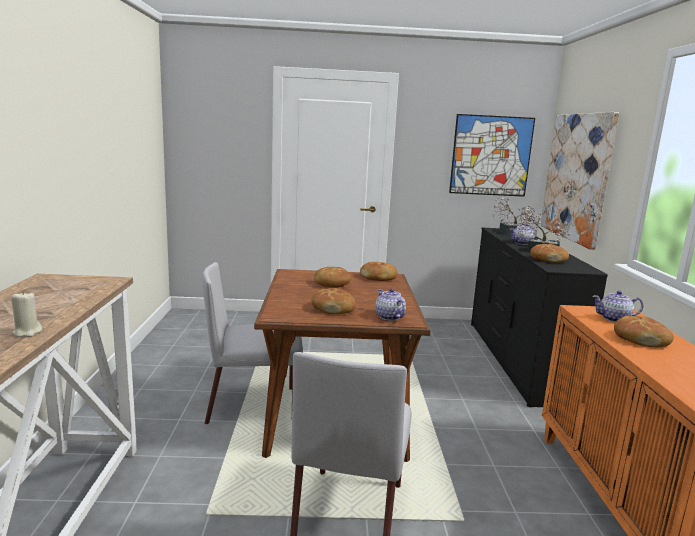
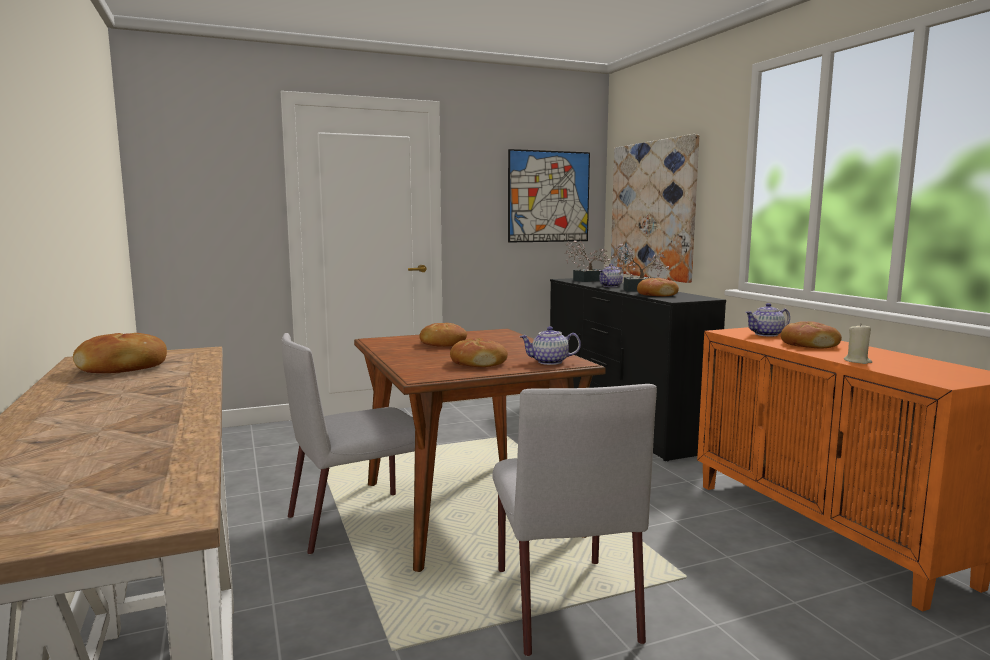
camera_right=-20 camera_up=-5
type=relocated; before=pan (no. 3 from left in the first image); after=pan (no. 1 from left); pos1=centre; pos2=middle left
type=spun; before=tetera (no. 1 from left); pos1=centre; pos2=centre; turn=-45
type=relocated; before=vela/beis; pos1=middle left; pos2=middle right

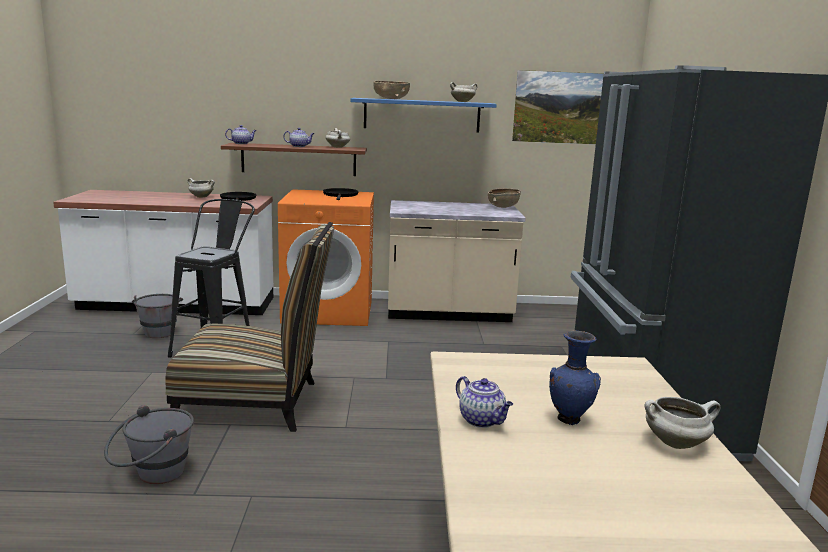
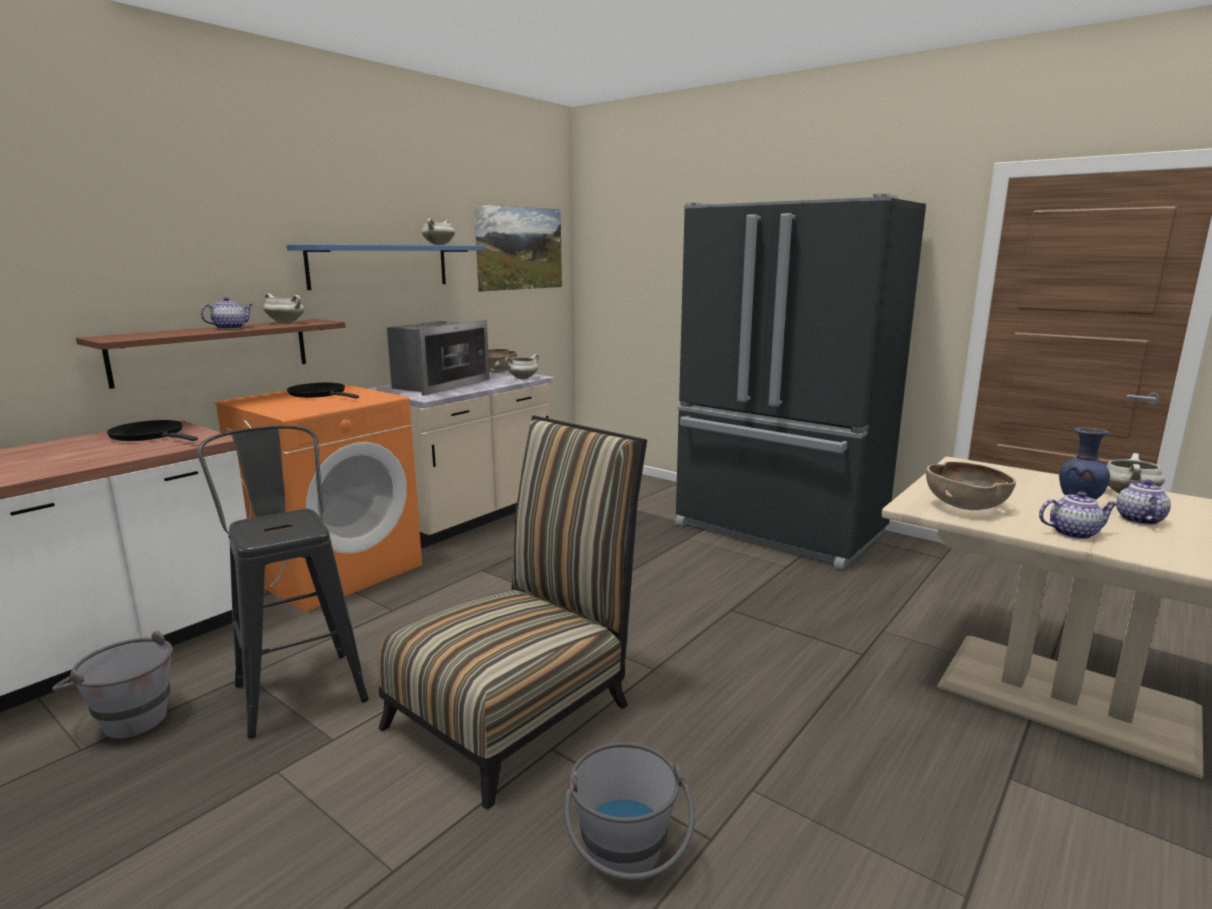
camera_right=-50 camera_up=0
type=appeared; after=microondas; pos2=centre
type=relocated; before=olla/blanco (no. 1 from left in the first image); after=olla/blanco (no. 3 from left); pos1=middle left; pos2=centre
type=relocated; before=cuenco/marrón (no. 1 from left in the first image); after=cuenco/marrón (no. 2 from left); pos1=top centre; pos2=middle right
type=relocated; before=tetera (no. 1 from left in the first image); after=tetera (no. 3 from left); pos1=top left; pos2=middle right

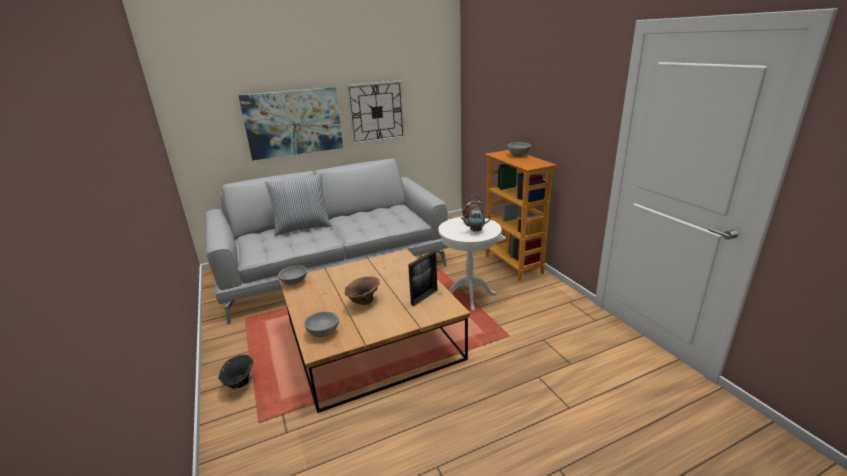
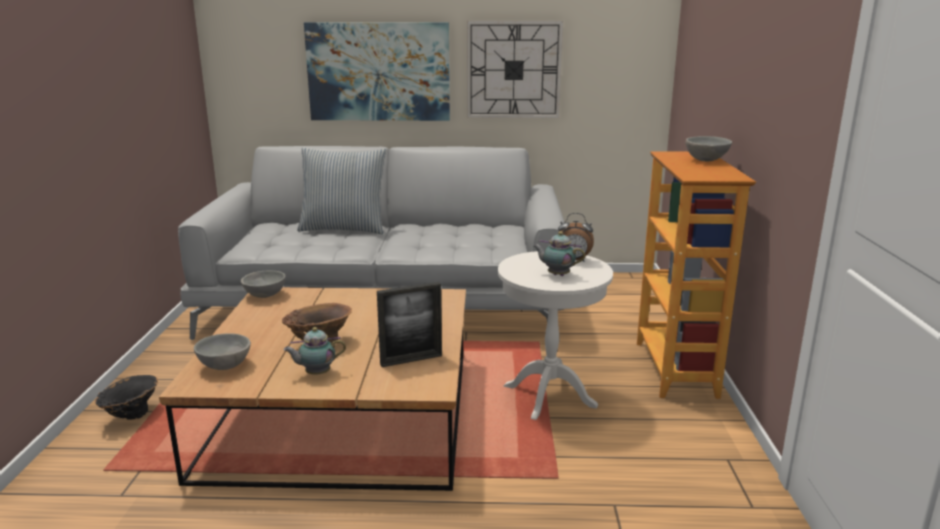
camera_right=25 camera_up=-5
type=appeared; after=tetera (no. 1 from left); pos2=centre

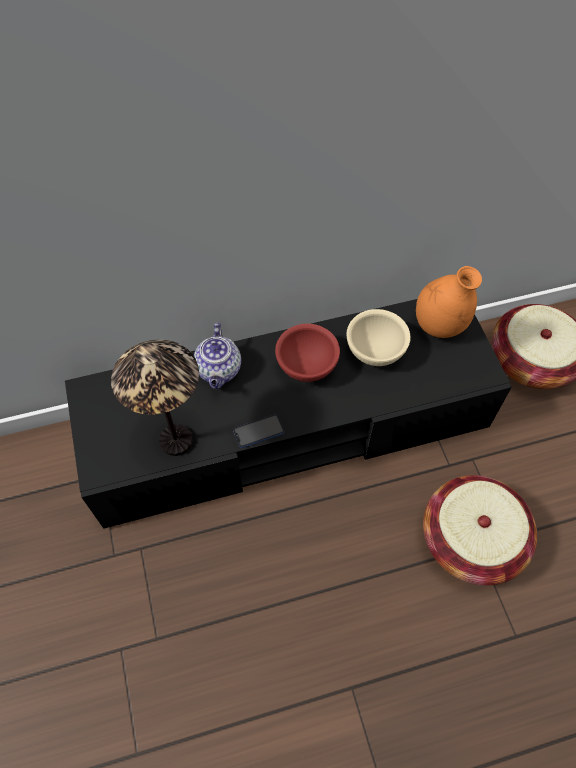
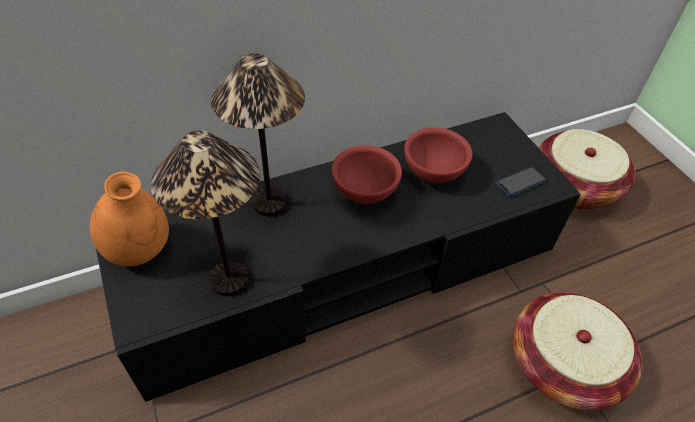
camera_right=-10 camera_up=-10
type=relocated; before=florero/naranja; pos1=middle right; pos2=middle left
type=exchanged; before=tetera; after=lámpara de mesa (no. 2 from left); pos1=centre; pos2=top centre
type=colour; before=cuenco/beis; after=cuenco/rojo (no. 2 from left); pos1=centre; pos2=centre
type=relocated; before=móvil; pos1=centre; pos2=middle right

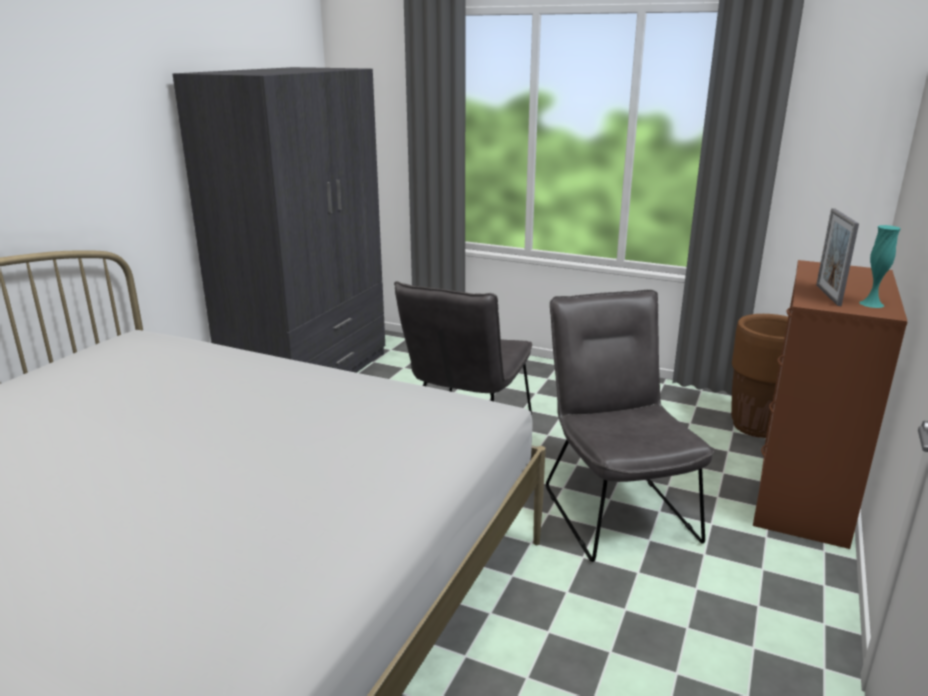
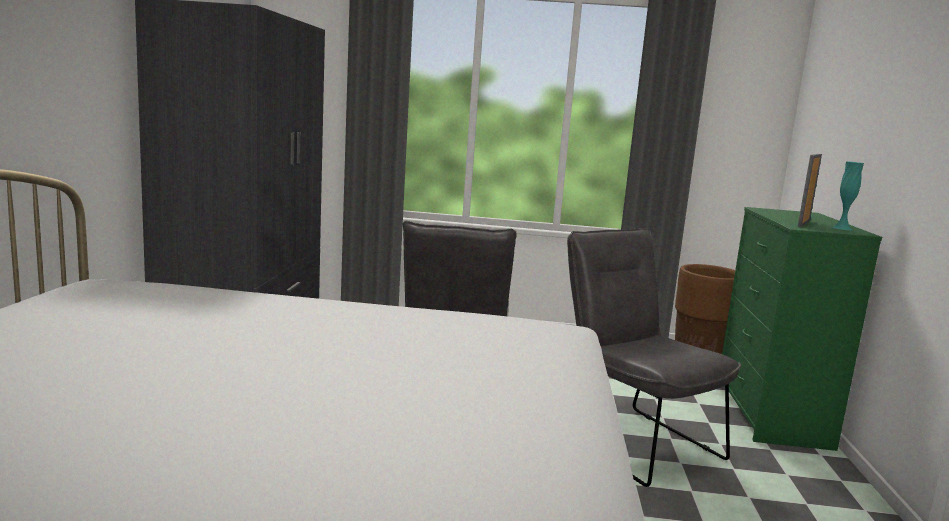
camera_right=-20 camera_up=-10
type=colour; before=cómoda/marrón; after=cómoda/verde; pos1=middle right; pos2=middle right
type=spun; before=portarretratos; pos1=middle right; pos2=middle right; turn=45

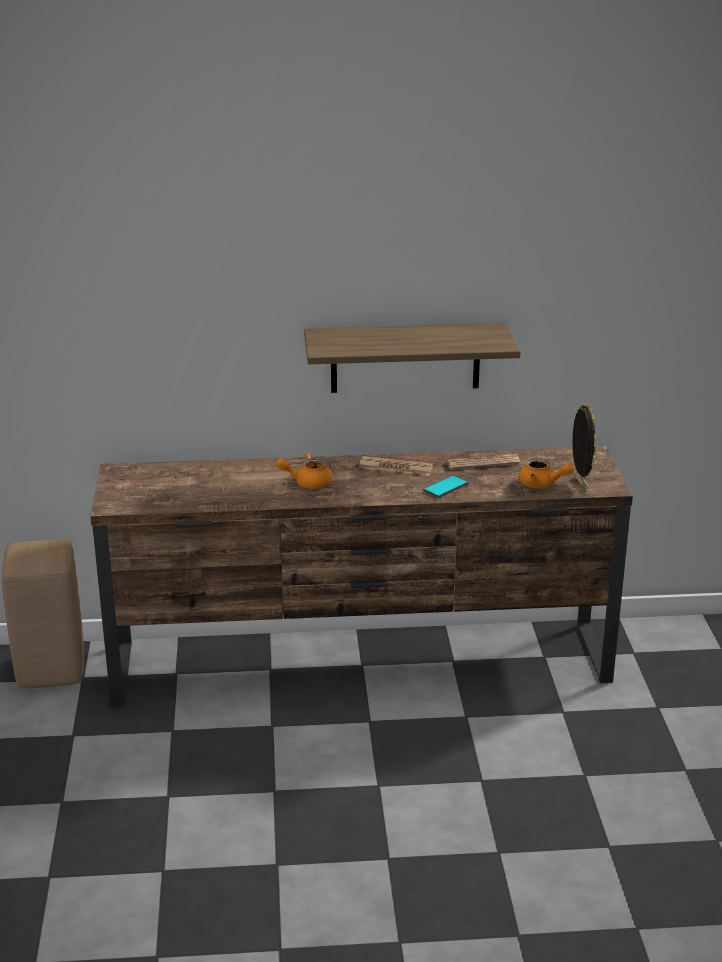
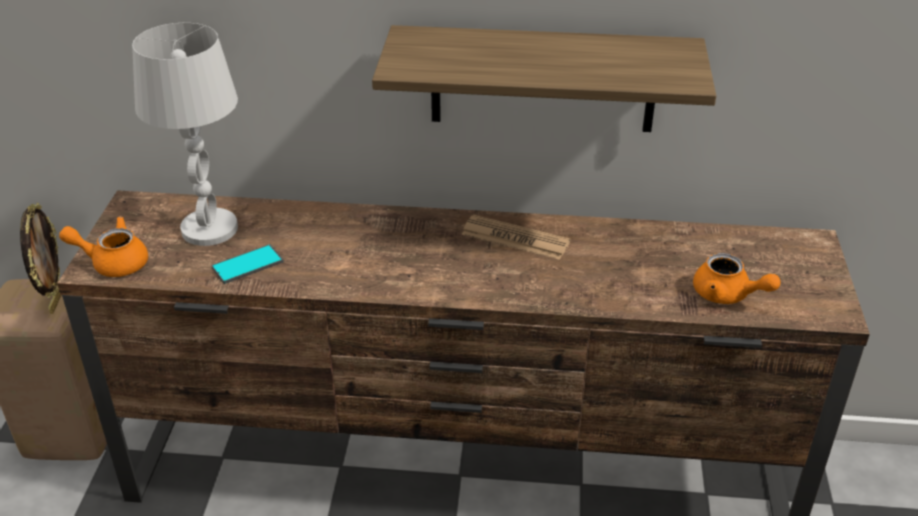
camera_right=10 camera_up=10
type=relocated; before=portarretratos; pos1=middle right; pos2=middle left
type=relocated; before=tetera/naranja (no. 1 from left); pos1=centre; pos2=middle left
type=appeared; after=lámpara de mesa/blanco; pos2=top left
type=relocated; before=móvil; pos1=centre; pos2=middle left
type=missing; before=periódico (no. 2 from left); pos1=middle right

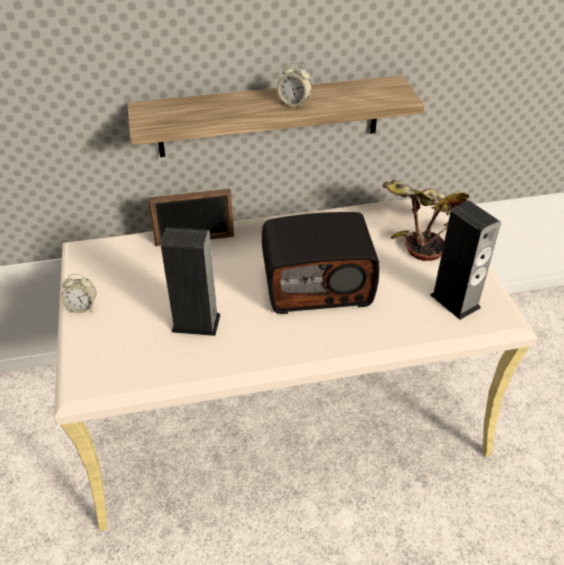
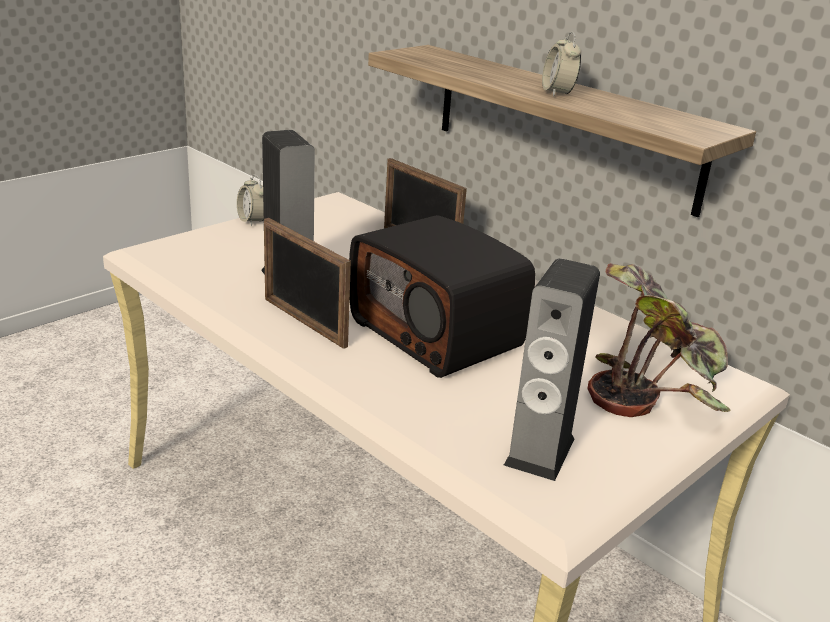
camera_right=55 camera_up=-15
type=appeared; after=portarretratos (no. 1 from left); pos2=centre

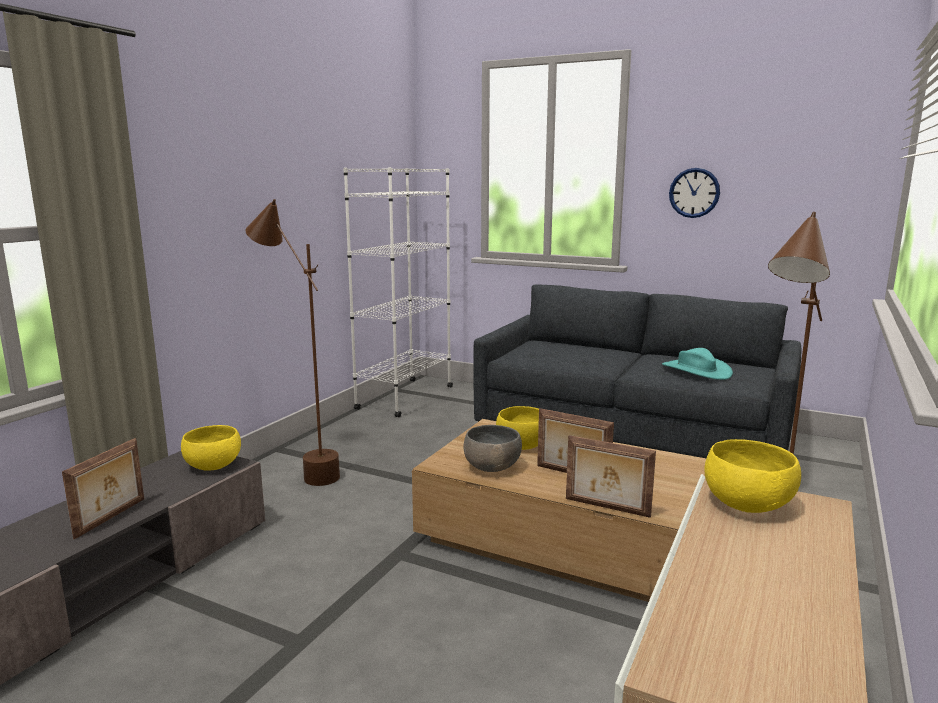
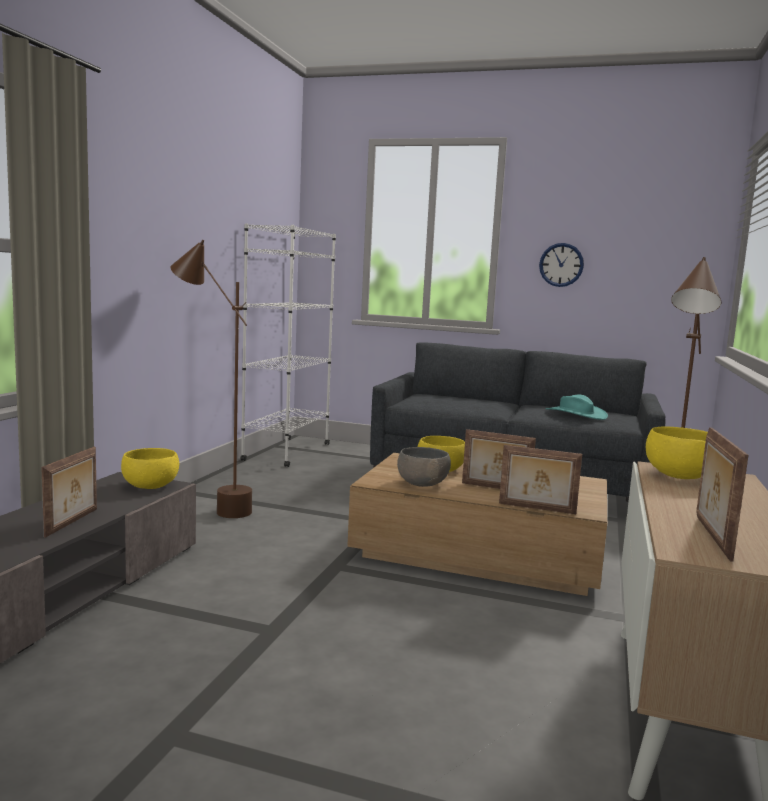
camera_right=-10 camera_up=-5
type=appeared; after=portarretratos (no. 4 from left); pos2=middle right

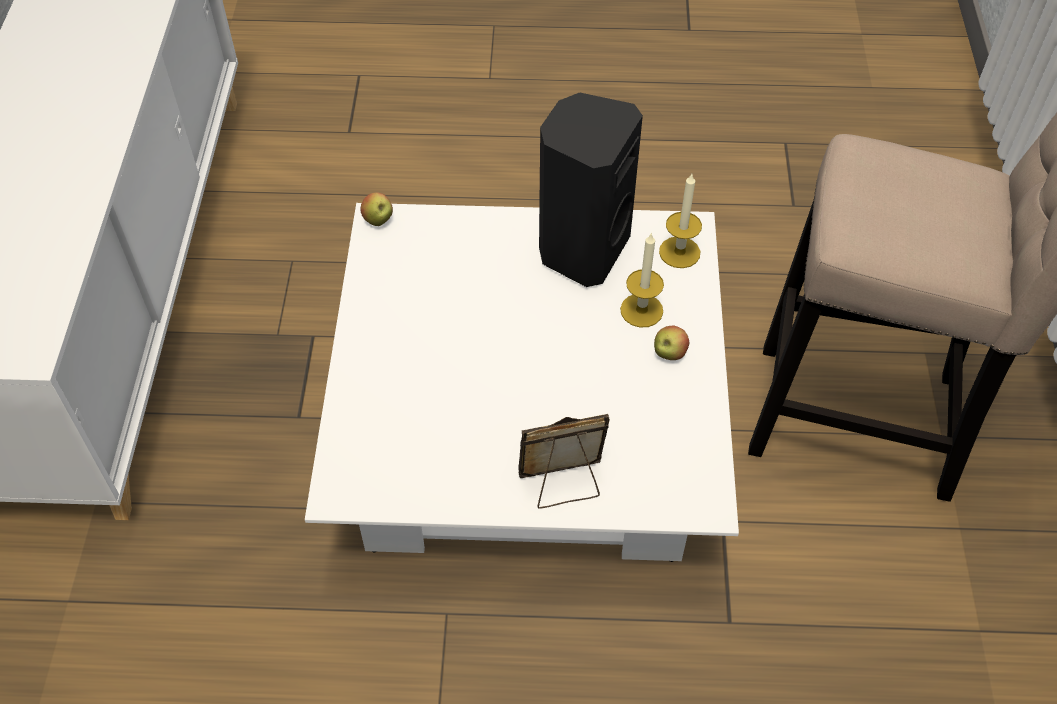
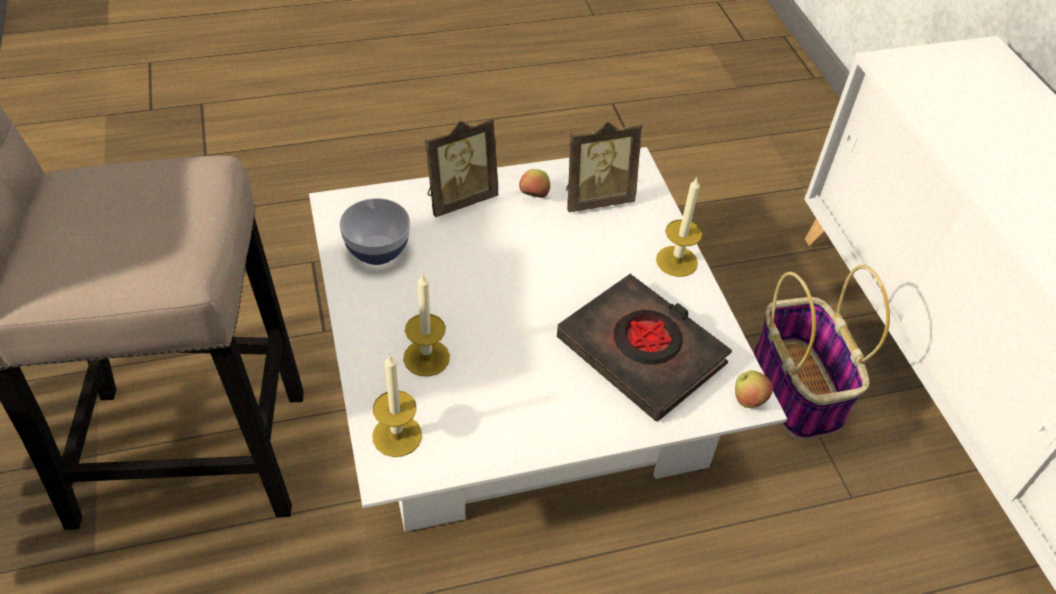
camera_right=160 camera_up=-5
type=appeared; after=cuenco; pos2=centre
type=relocated; before=manzana (no. 2 from left in the first image); after=manzana (no. 1 from left); pos1=centre; pos2=top centre
type=appeared; after=libro/negro; pos2=centre
type=appeared; after=portarretratos (no. 2 from left); pos2=top centre
type=appeared; after=vela (no. 3 from left); pos2=centre
type=appeared; after=cesta; pos2=middle right
type=missing; before=altavoz/negro; pos1=top centre

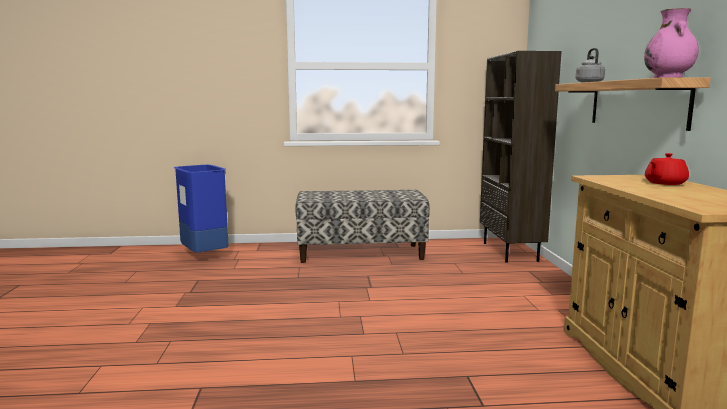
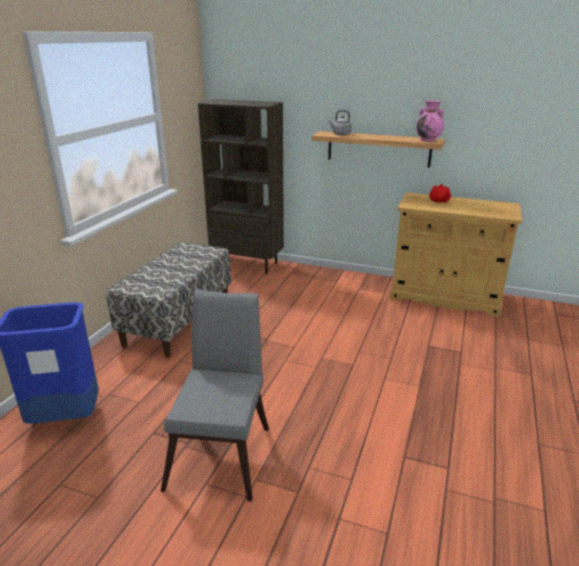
camera_right=-65 camera_up=15
type=appeared; after=silla/gris; pos2=bottom centre

